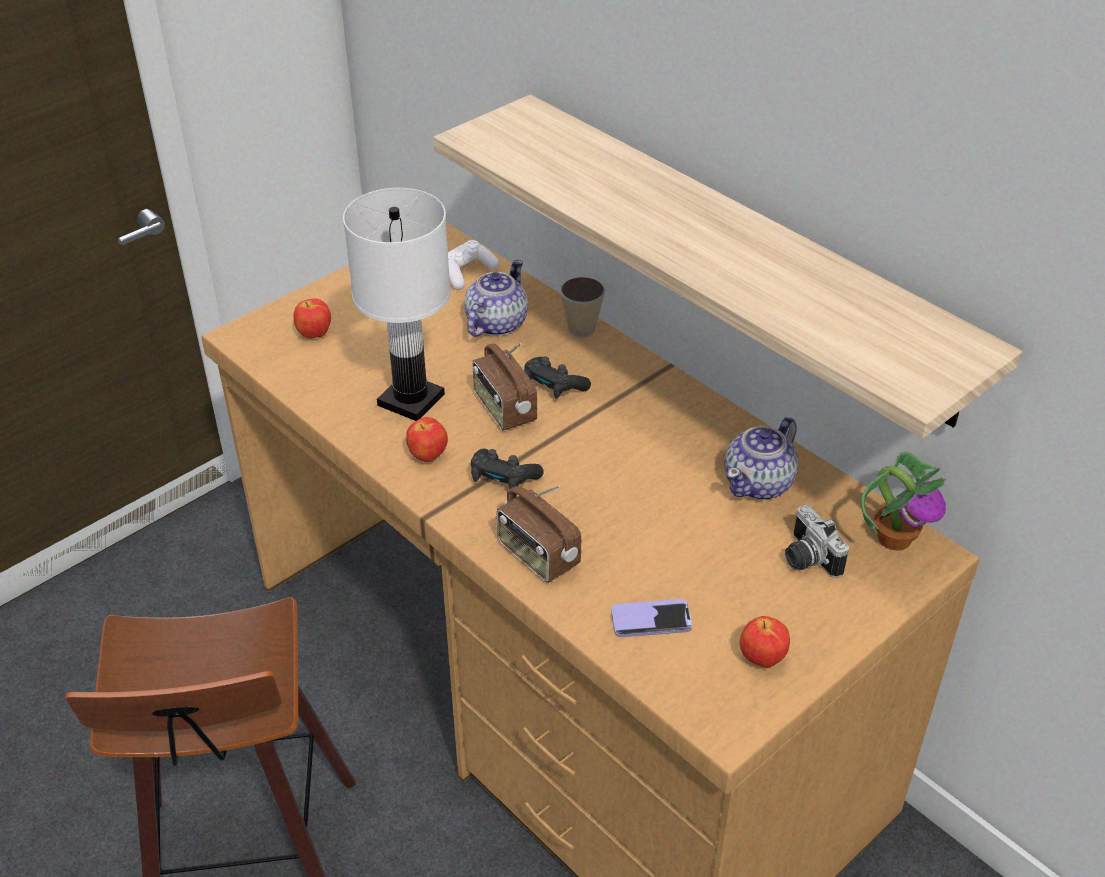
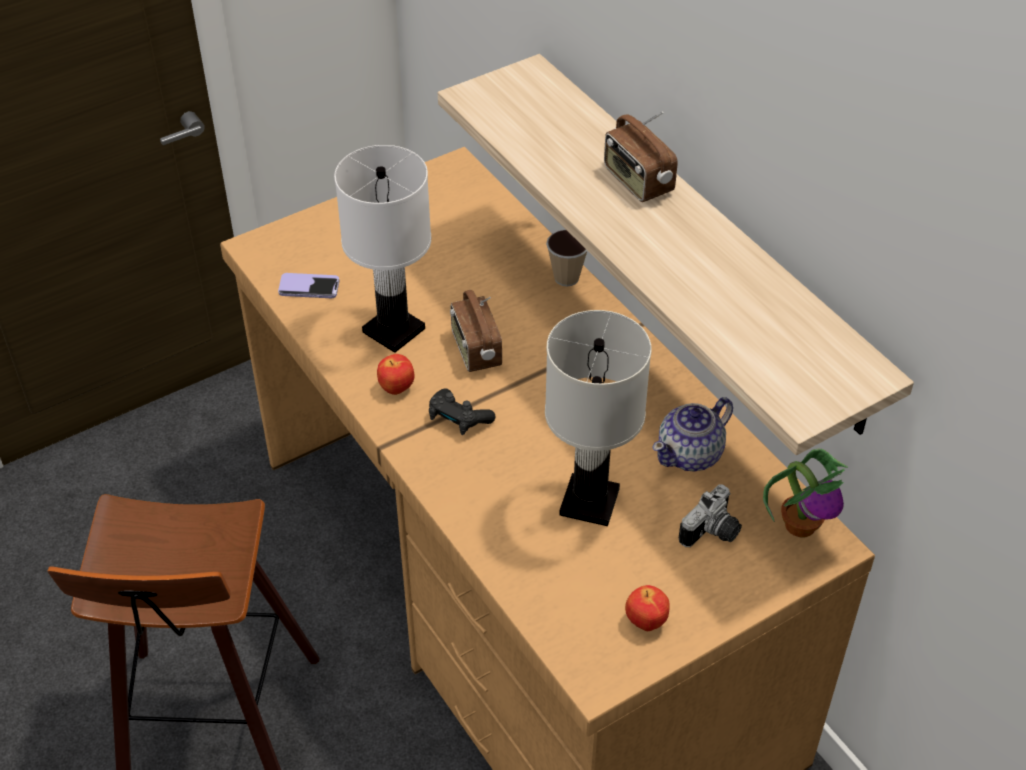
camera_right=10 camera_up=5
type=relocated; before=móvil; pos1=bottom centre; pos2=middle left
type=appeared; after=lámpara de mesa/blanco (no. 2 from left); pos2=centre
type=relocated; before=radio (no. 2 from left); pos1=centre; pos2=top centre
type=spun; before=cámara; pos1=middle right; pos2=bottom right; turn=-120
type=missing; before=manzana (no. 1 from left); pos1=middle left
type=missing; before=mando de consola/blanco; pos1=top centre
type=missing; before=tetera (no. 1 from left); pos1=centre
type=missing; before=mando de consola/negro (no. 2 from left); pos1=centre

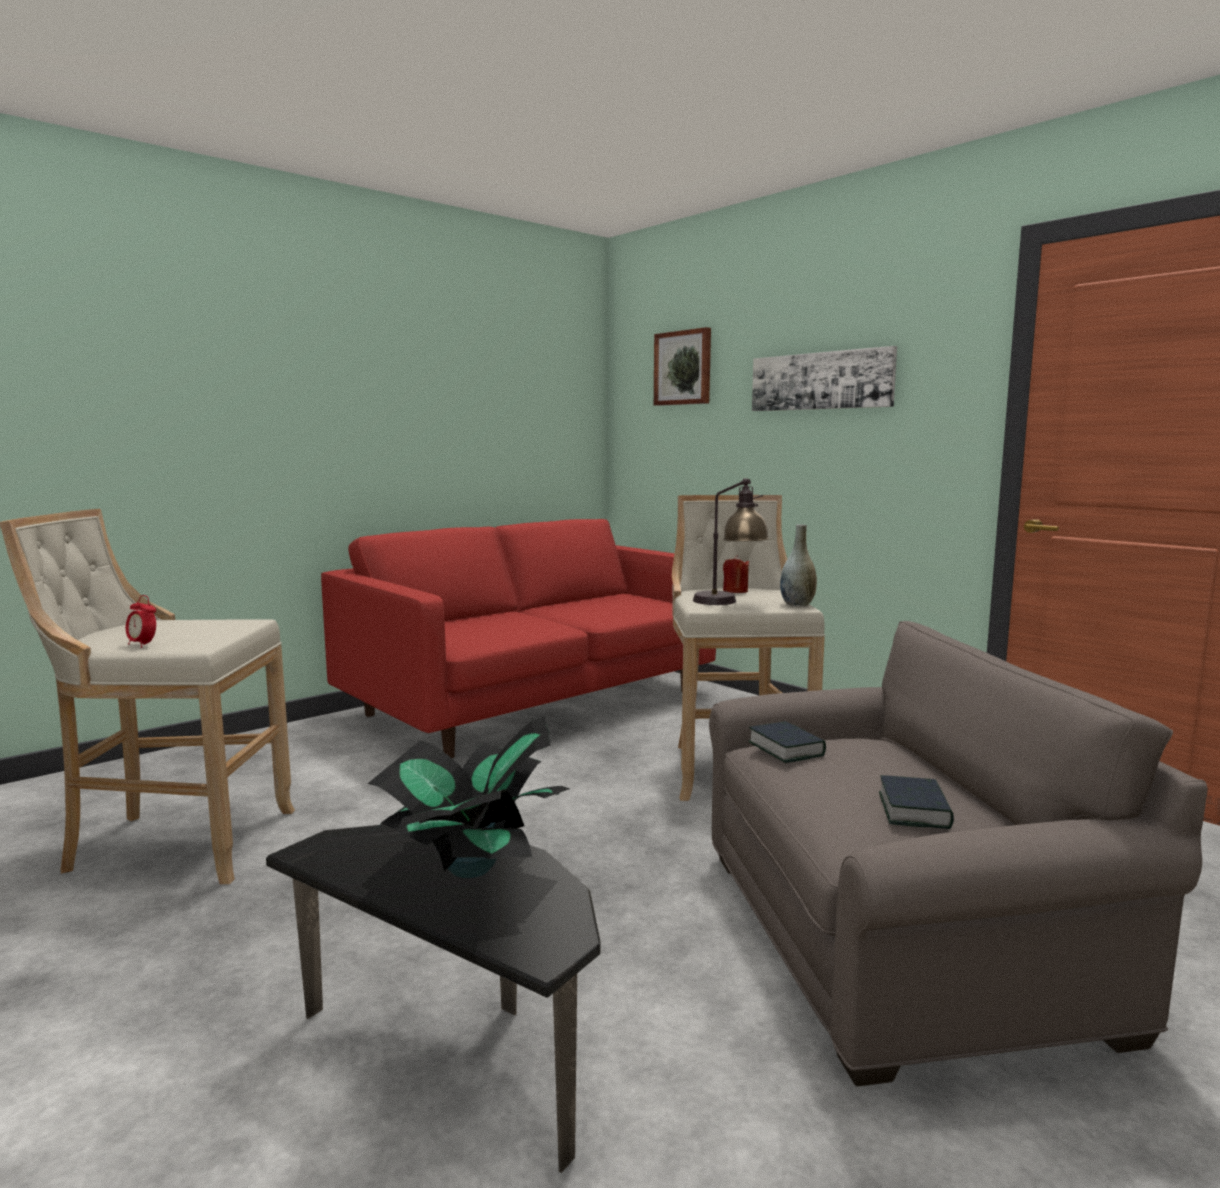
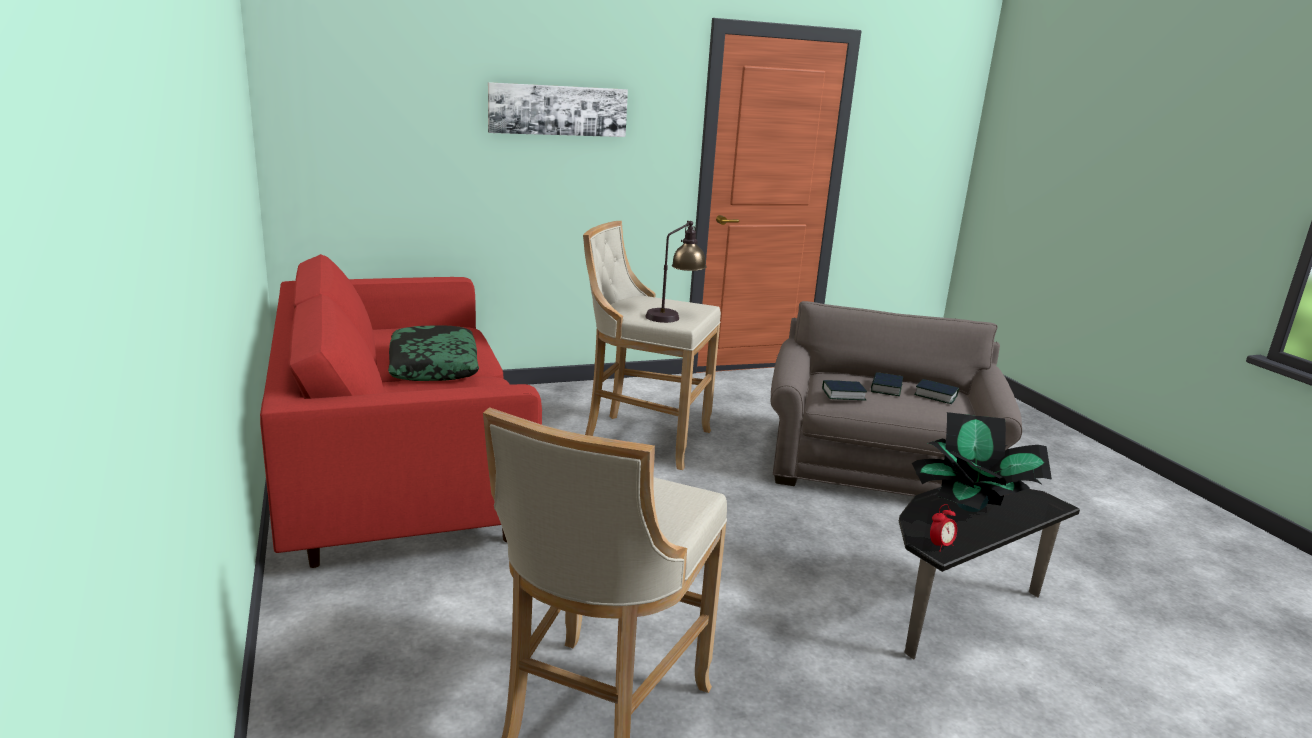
camera_right=-70 camera_up=10
type=appeared; after=cojín; pos2=middle left
type=appeared; after=libro (no. 2 from left); pos2=middle right
type=relocated; before=despertador; pos1=middle left; pos2=bottom right
type=missing; before=cuadro (no. 1 from left); pos1=top centre
type=missing; before=vela/rojo; pos1=centre
type=missing; before=florero/gris; pos1=centre

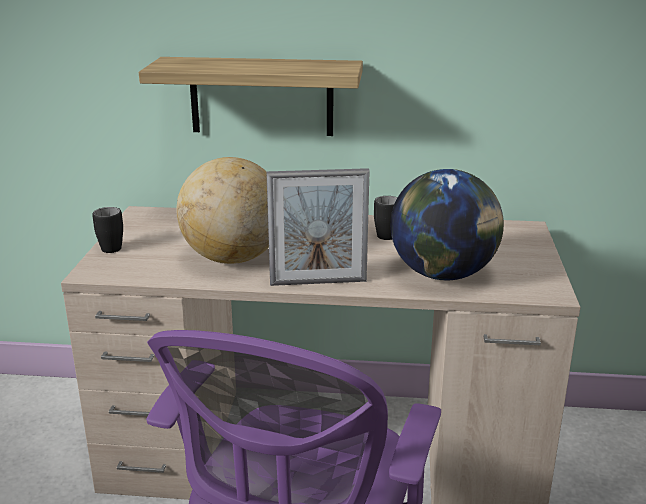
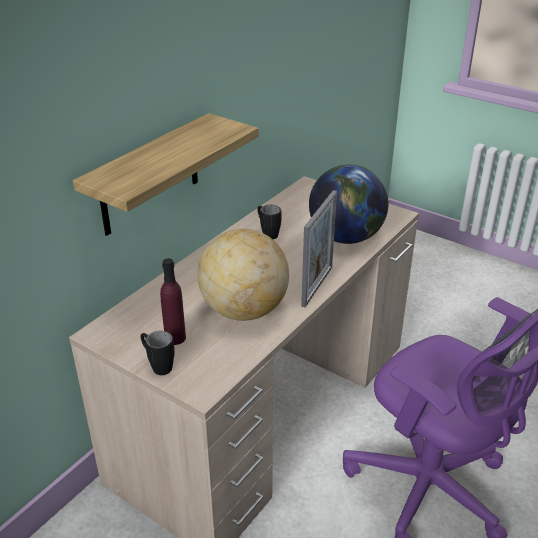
camera_right=-60 camera_up=10
type=appeared; after=botella/morado; pos2=middle left

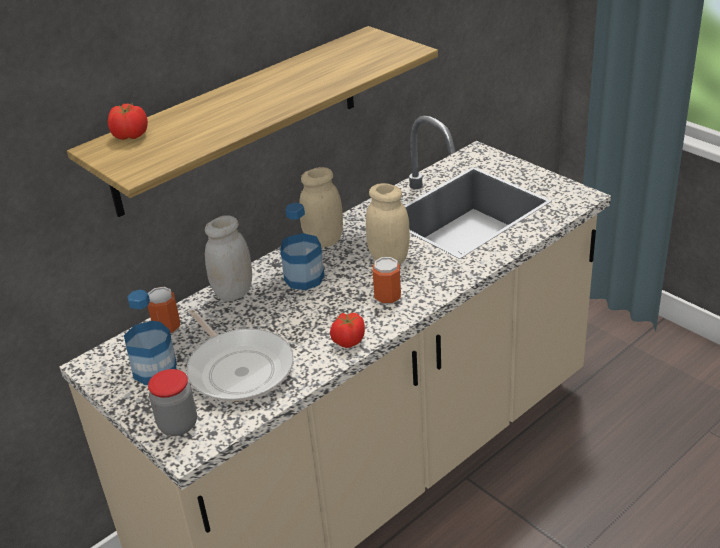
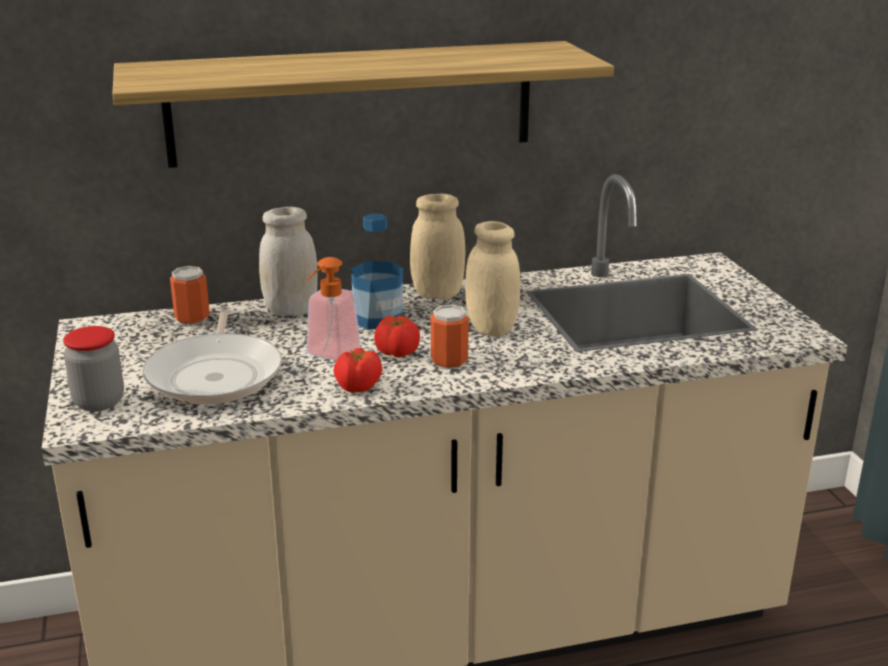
camera_right=25 camera_up=-10
type=appeared; after=dispensador de jabón; pos2=centre
type=relocated; before=tomate (no. 1 from left in the first image); after=tomate (no. 2 from left); pos1=top left; pos2=centre
type=missing; before=botella (no. 1 from left); pos1=middle left

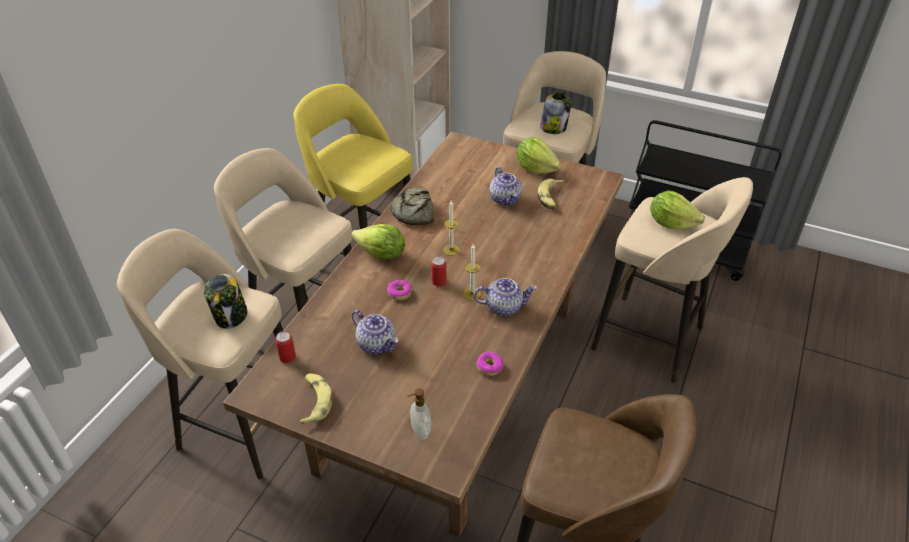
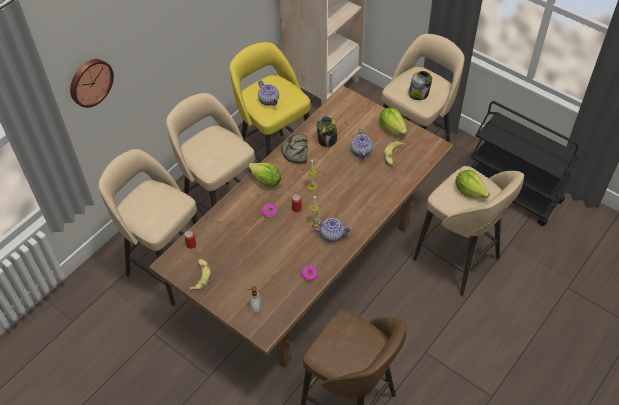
camera_right=15 camera_up=10
type=appeared; after=reloj de pared; pos2=top left
type=relocated; before=tetera (no. 1 from left); pos1=centre; pos2=top centre
type=relocated; before=tarro (no. 1 from left); pos1=middle left; pos2=top centre

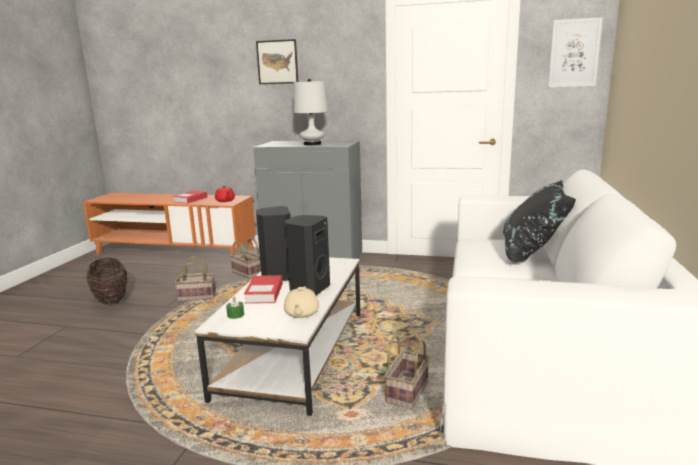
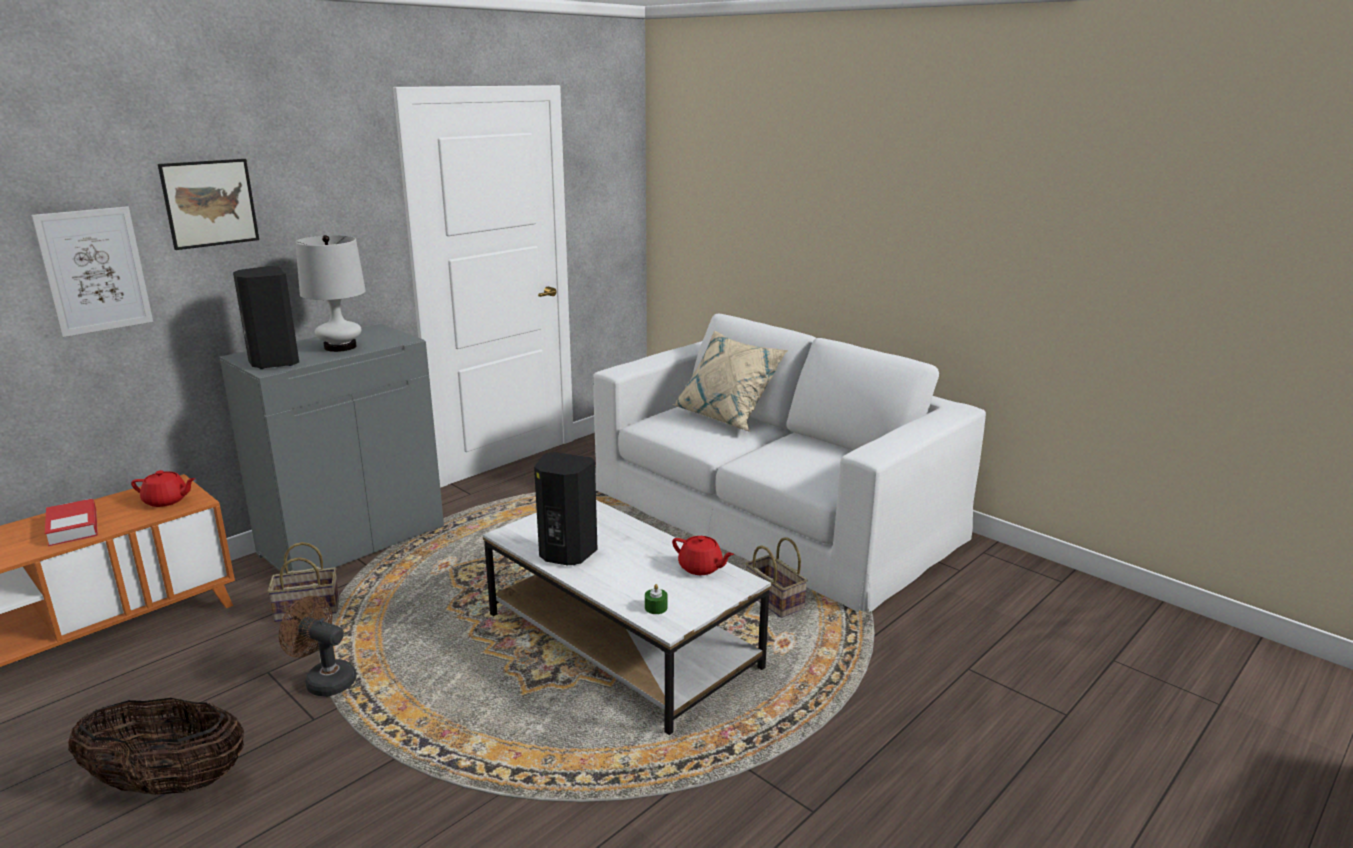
camera_right=-60 camera_up=5
type=relocated; before=cuadro (no. 2 from left in the first image); after=cuadro (no. 1 from left); pos1=top right; pos2=top left
type=relocated; before=altavoz/negro (no. 2 from left in the first image); after=altavoz/negro (no. 1 from left); pos1=centre; pos2=middle left
type=exchanged; before=cesta (no. 2 from left); after=ventilador/marrón; pos1=middle left; pos2=bottom left
type=colour; before=tetera/beis; after=tetera/rojo (no. 2 from left); pos1=centre; pos2=centre
type=colour; before=cojín/negro; after=cojín/beis; pos1=middle right; pos2=centre
type=missing; before=libro (no. 2 from left); pos1=centre

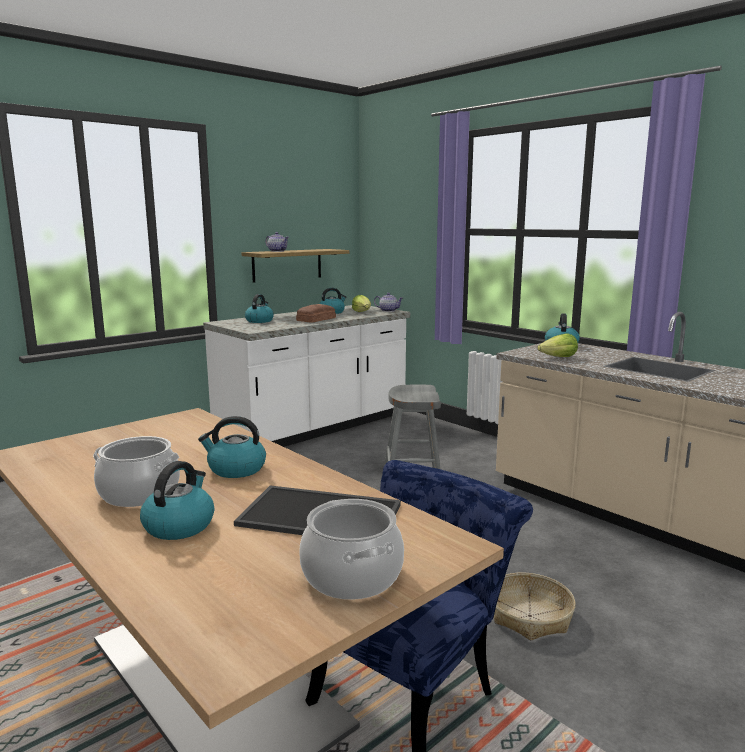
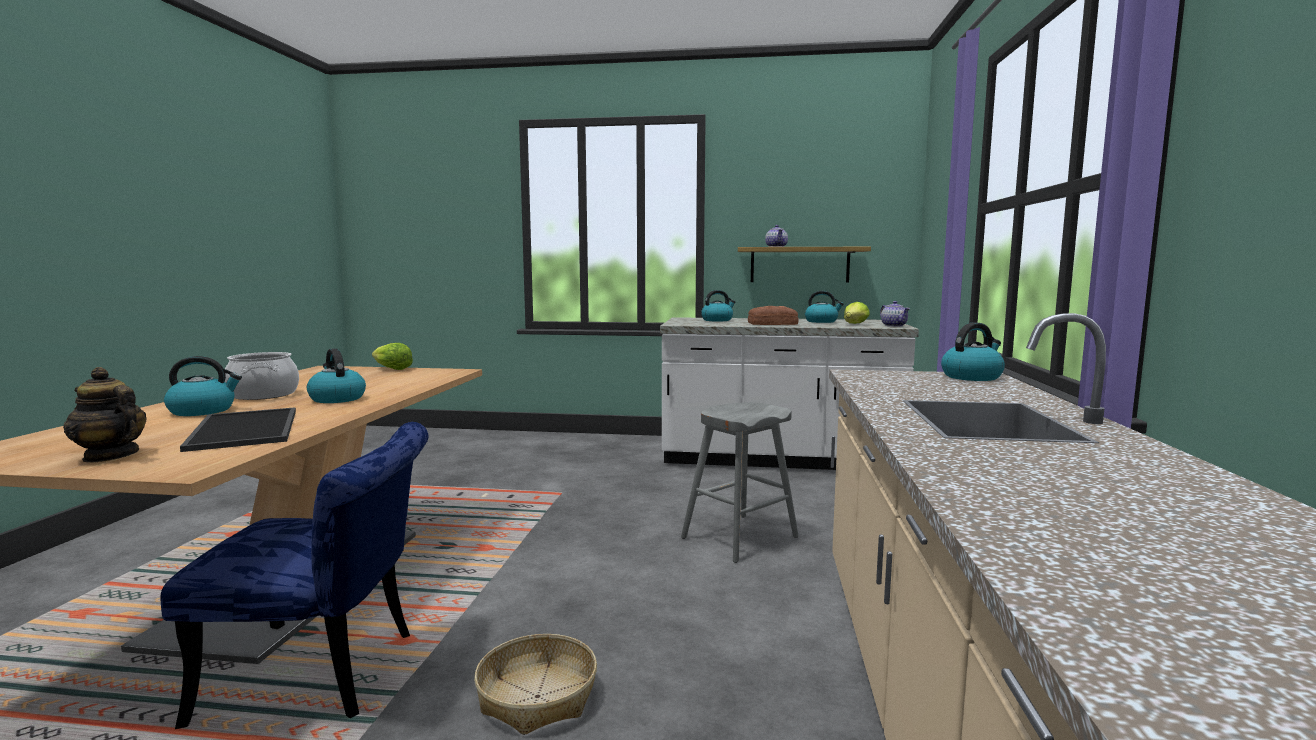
camera_right=50 camera_up=-5
type=exchanged; before=olla (no. 2 from left); after=tetera (no. 1 from left); pos1=bottom centre; pos2=middle left
type=relocated; before=lechuga (no. 2 from left in the first image); after=lechuga (no. 1 from left); pos1=middle right; pos2=middle left

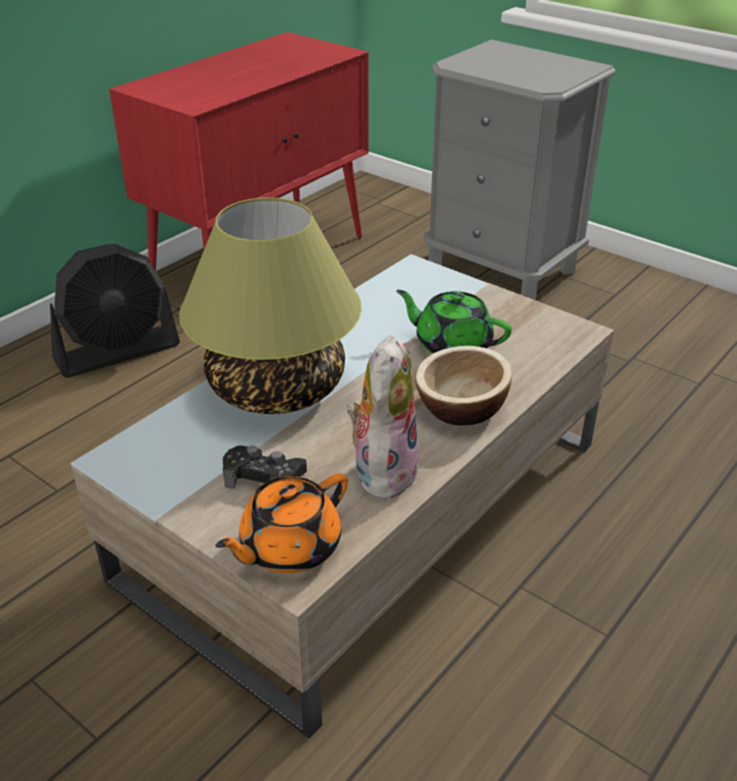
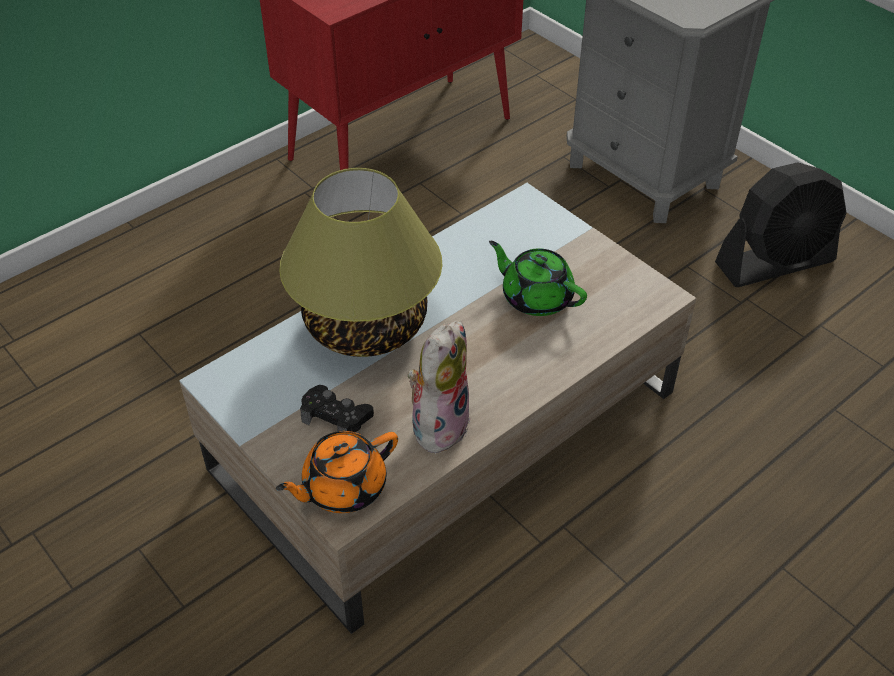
camera_right=10 camera_up=10
type=relocated; before=ventilador/negro; pos1=middle left; pos2=top right
type=missing; before=cuenco; pos1=centre

